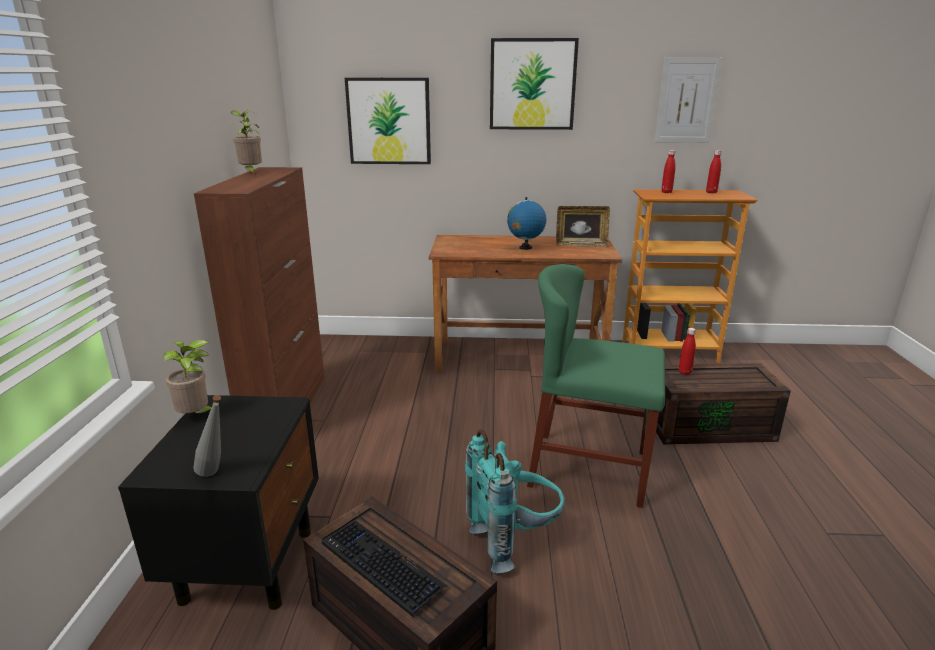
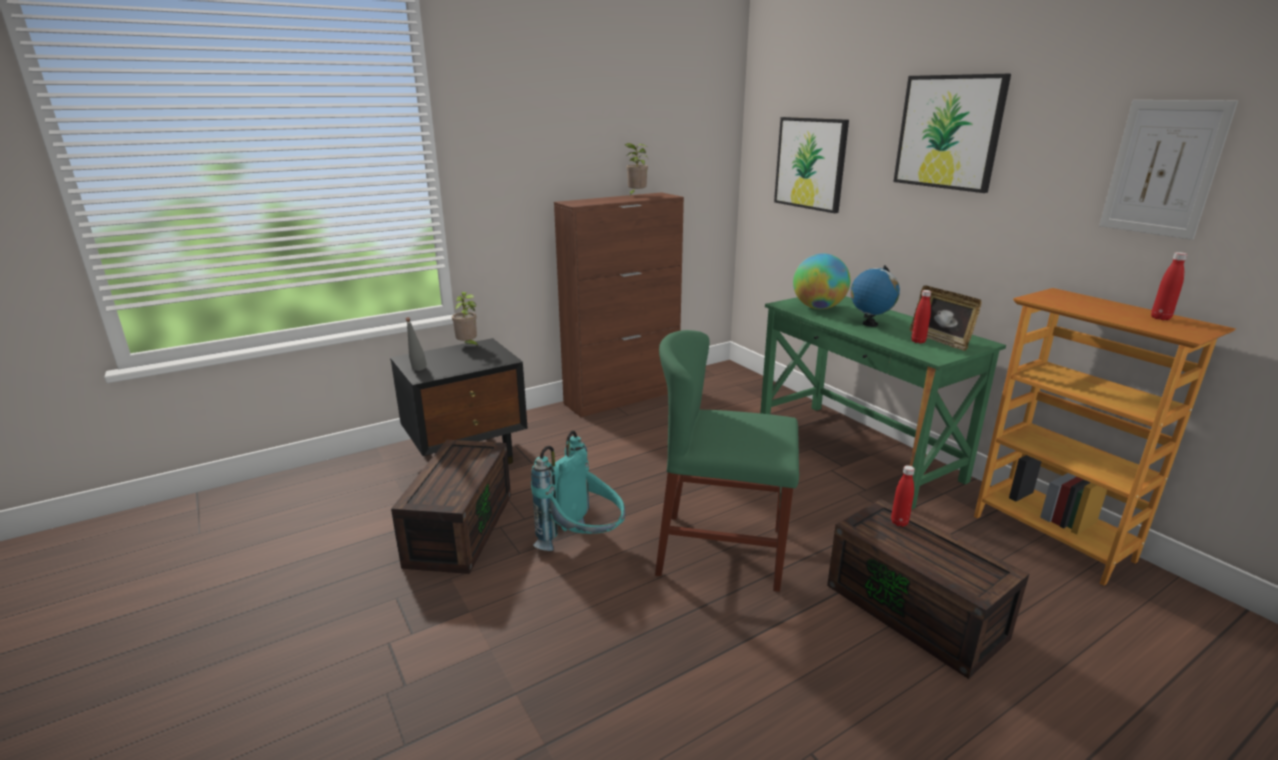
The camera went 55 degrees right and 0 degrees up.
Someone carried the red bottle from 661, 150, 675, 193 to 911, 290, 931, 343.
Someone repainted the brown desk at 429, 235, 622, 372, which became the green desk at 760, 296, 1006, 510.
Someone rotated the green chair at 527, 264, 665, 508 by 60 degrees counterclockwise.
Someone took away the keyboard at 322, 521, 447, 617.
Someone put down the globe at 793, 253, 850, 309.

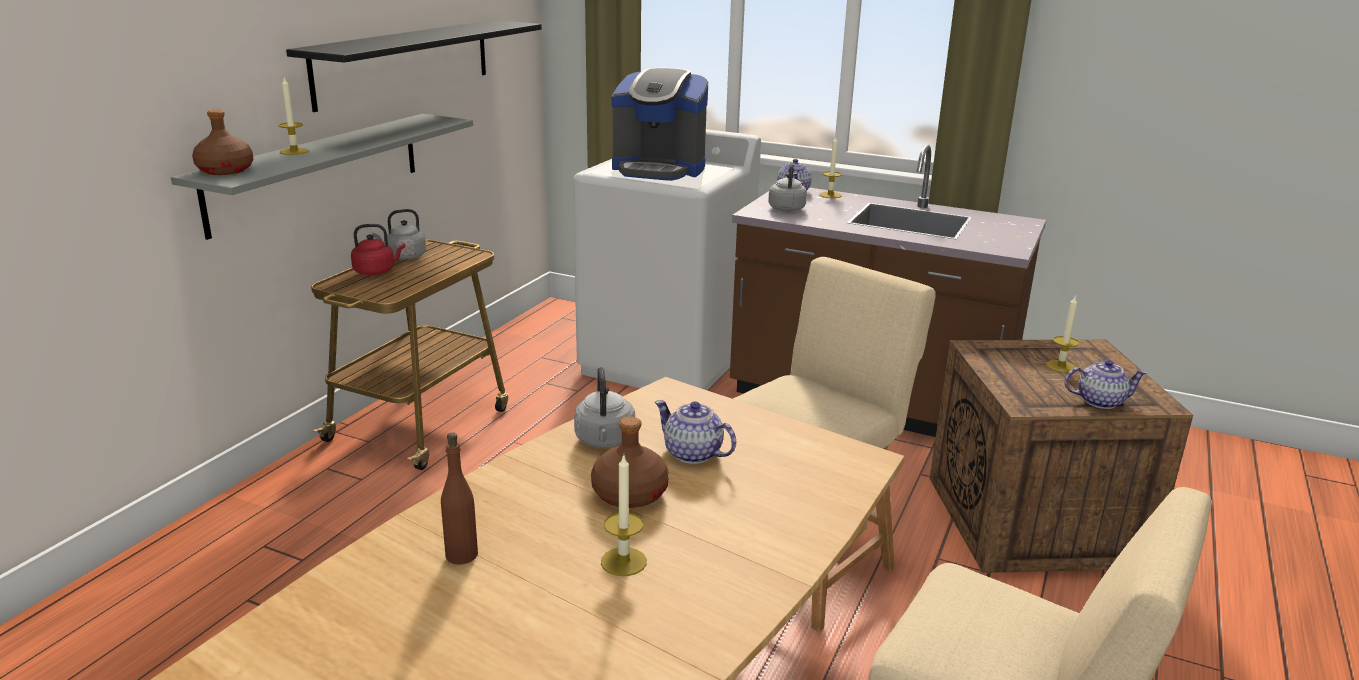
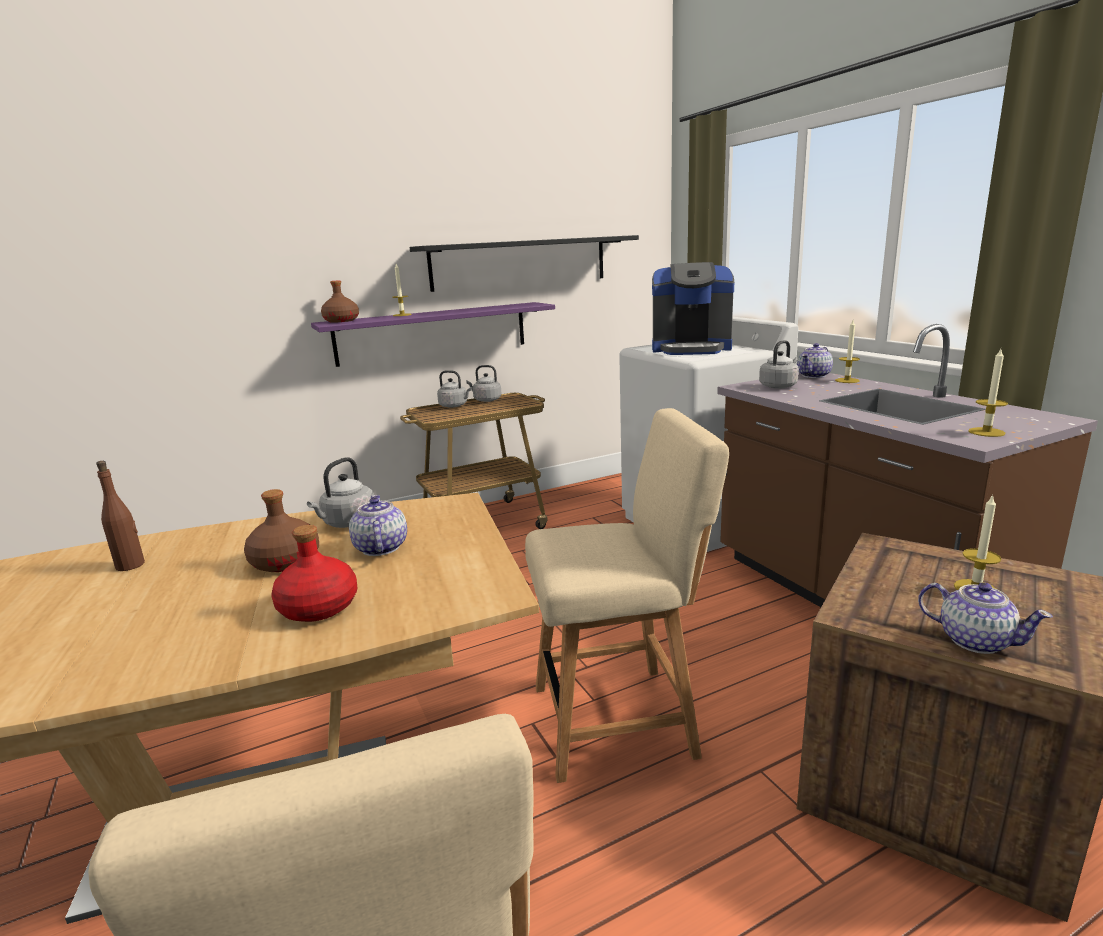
The camera went 40 degrees right and 5 degrees down.
Someone rotated the coffee machine at 612, 68, 708, 181 by 45 degrees counterclockwise.
Someone repainted the grey shelf at 171, 114, 473, 240, which became the purple shelf at 311, 302, 555, 367.
Someone repainted the red kettle at 351, 224, 405, 275, which became the grey kettle at 437, 370, 472, 408.
Someone carried the candle from 601, 455, 647, 576 to 968, 349, 1008, 437.
Someone put down the red bottle at 271, 525, 358, 622.

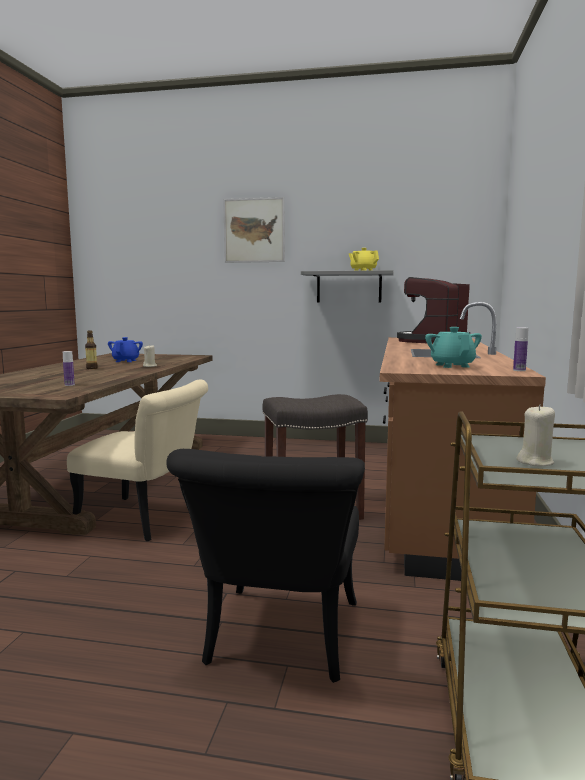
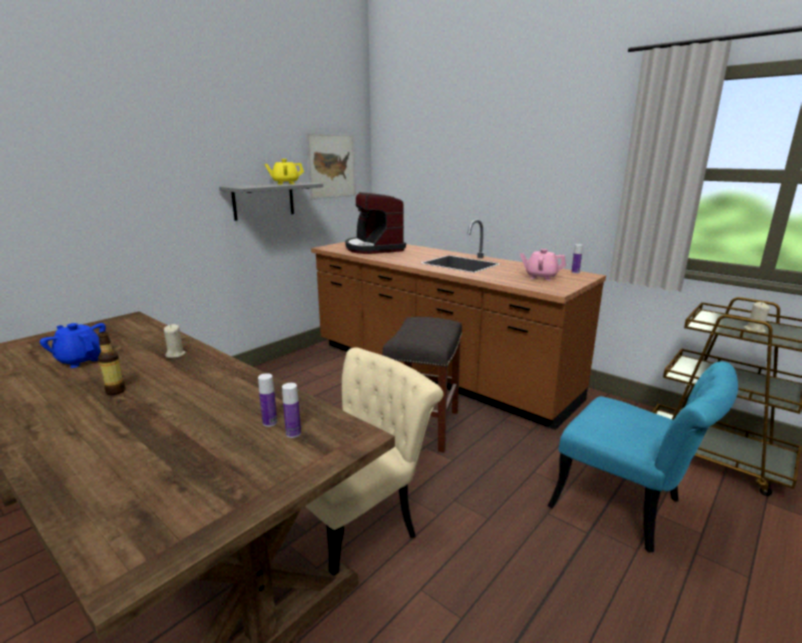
The camera went 60 degrees left and 10 degrees up.
Someone carried the picture from 223, 197, 285, 263 to 306, 133, 356, 200.
Someone repainted the turquoise teapot at 425, 327, 482, 368, which became the pink teapot at 520, 249, 566, 280.
Someone repainted the black chair at 166, 449, 365, 683, which became the turquoise chair at 548, 362, 738, 553.
Someone put down the bottle at 282, 383, 301, 438.

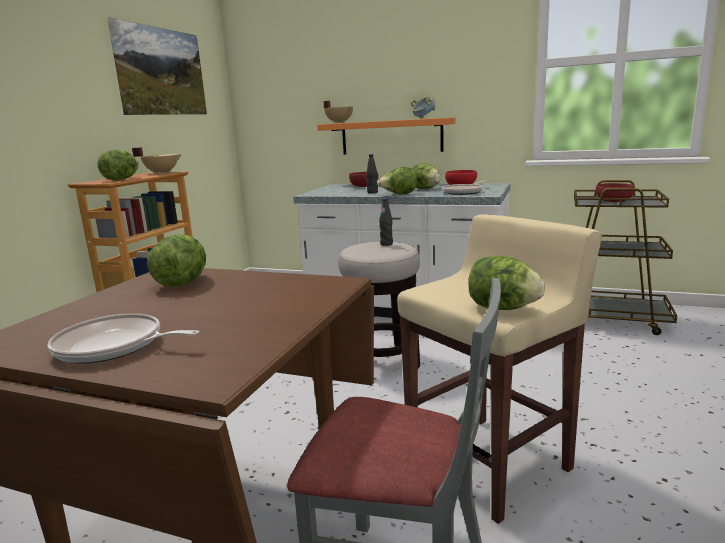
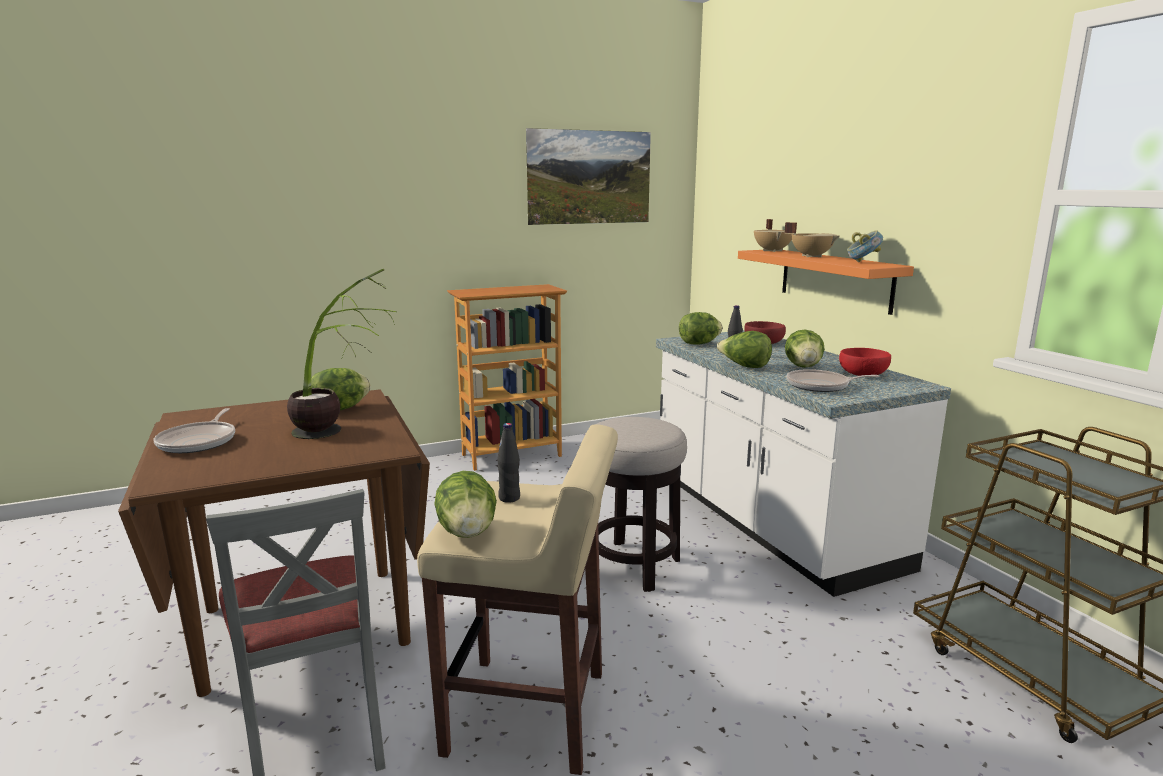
The camera went 45 degrees right and 0 degrees up.
Someone carried the beige cooking pot from 132, 147, 182, 174 to 785, 222, 840, 257.
Someone carried the lettuce from 97, 150, 139, 180 to 679, 312, 723, 345.
Someone took away the red bowl at 596, 183, 635, 202.
Someone carried the black bottle from 379, 198, 393, 246 to 497, 423, 520, 503.
Someone rotated the frying pan at 47, 313, 200, 363 by 150 degrees counterclockwise.
Someone put down the potted plant at 287, 269, 397, 439.

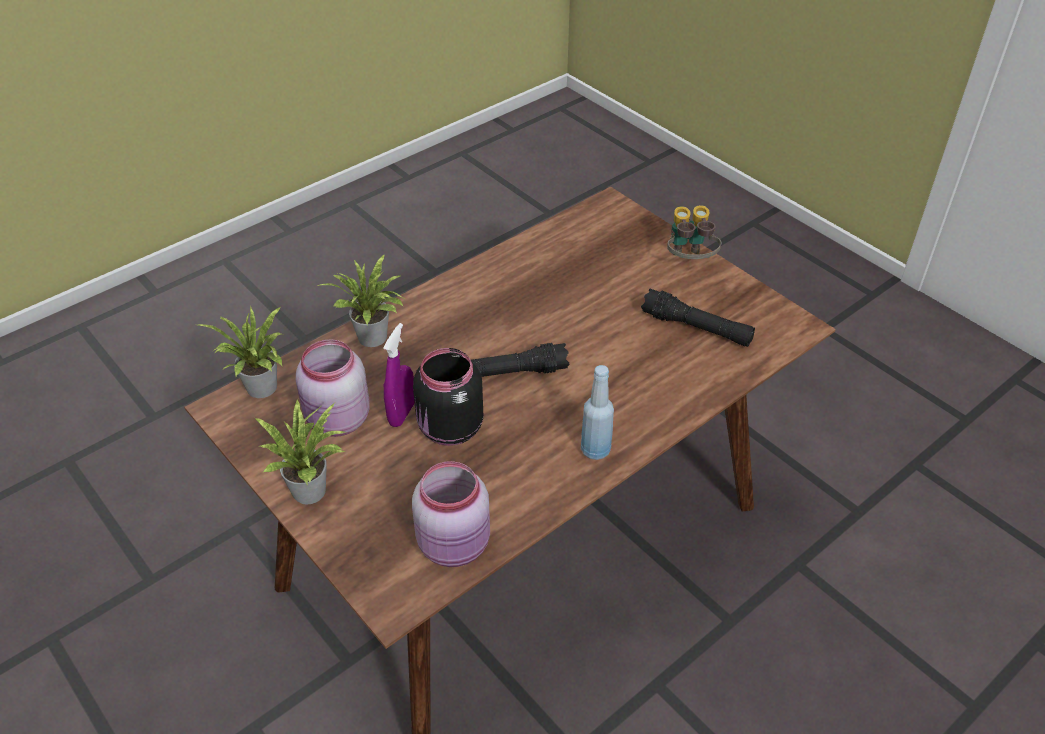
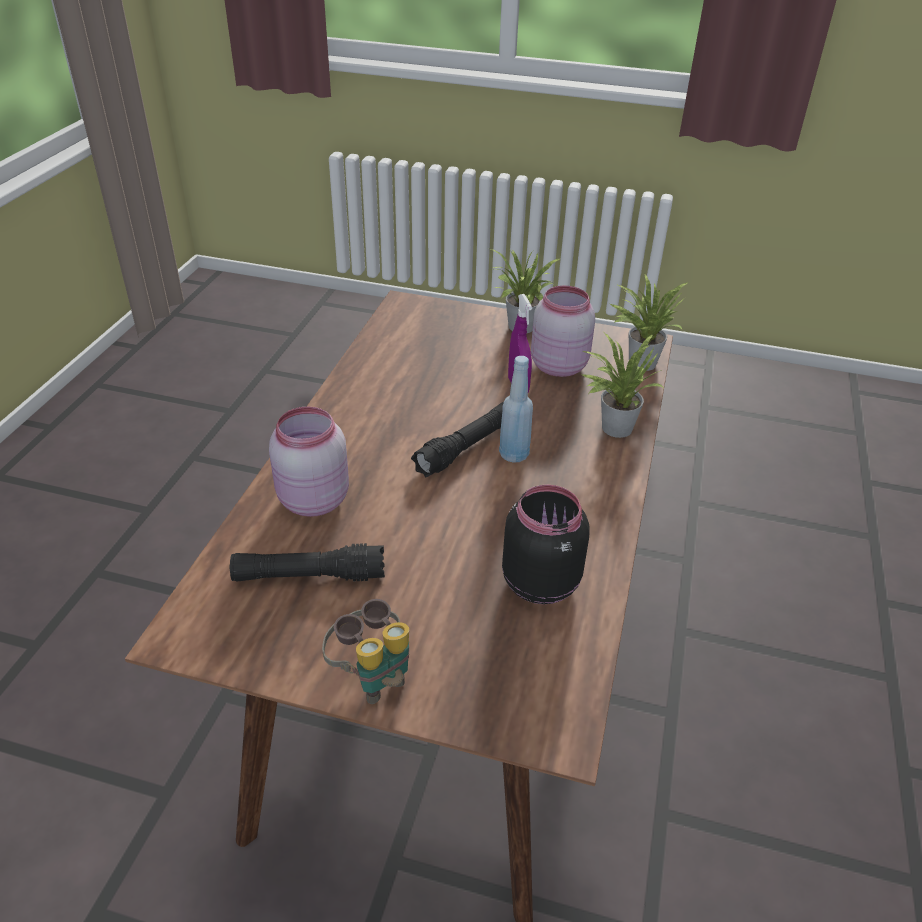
The camera went 145 degrees right and 5 degrees down.
Someone carried the black jar from 413, 348, 484, 446 to 502, 485, 590, 604.
Someone carried the blue bottle from 581, 365, 614, 460 to 499, 356, 533, 463.
Someone carried the pink jar from 412, 461, 490, 567 to 269, 407, 349, 517.

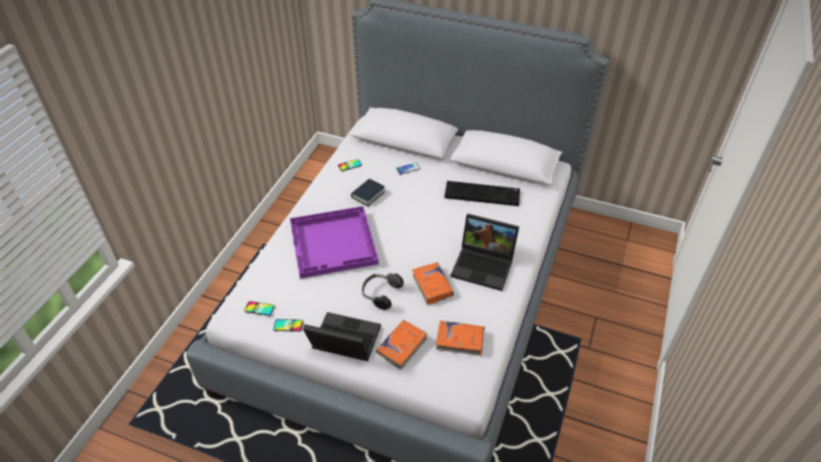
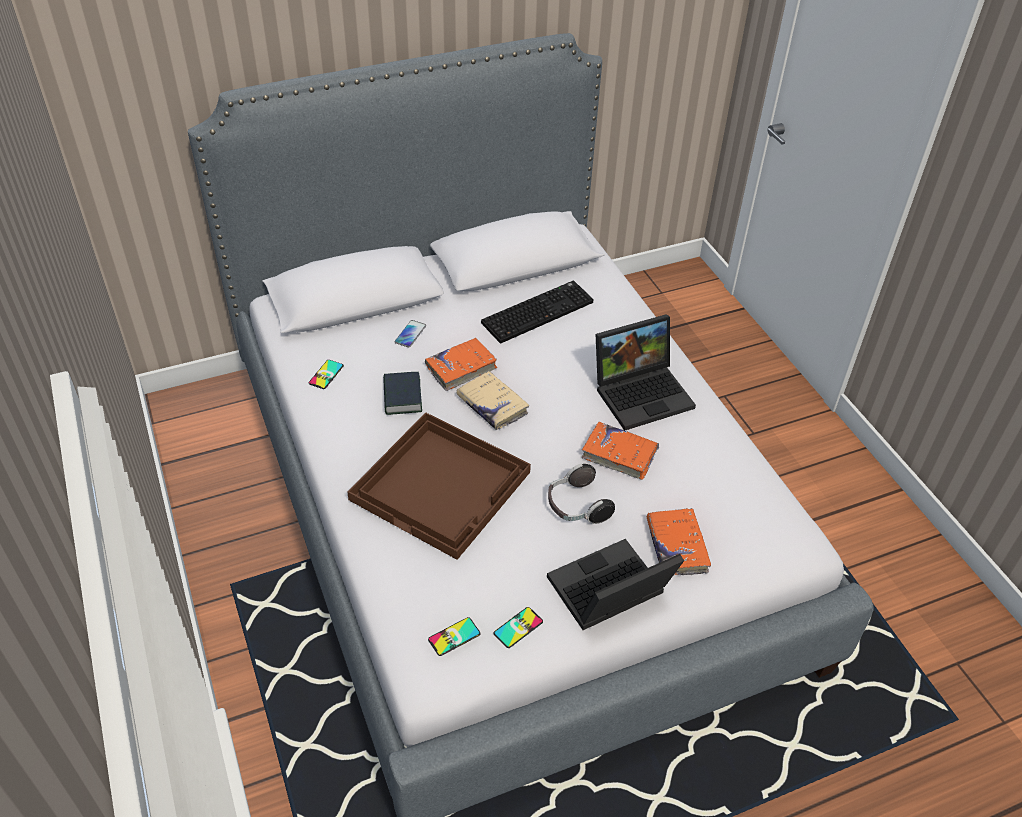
The camera went 45 degrees left and 0 degrees up.
Someone repainted the purple tray at 290, 206, 379, 279, which became the brown tray at 347, 412, 531, 560.
Someone carried the orange book from 436, 321, 485, 356 to 425, 338, 497, 391.
Someone put down the beige book at 456, 371, 529, 430.

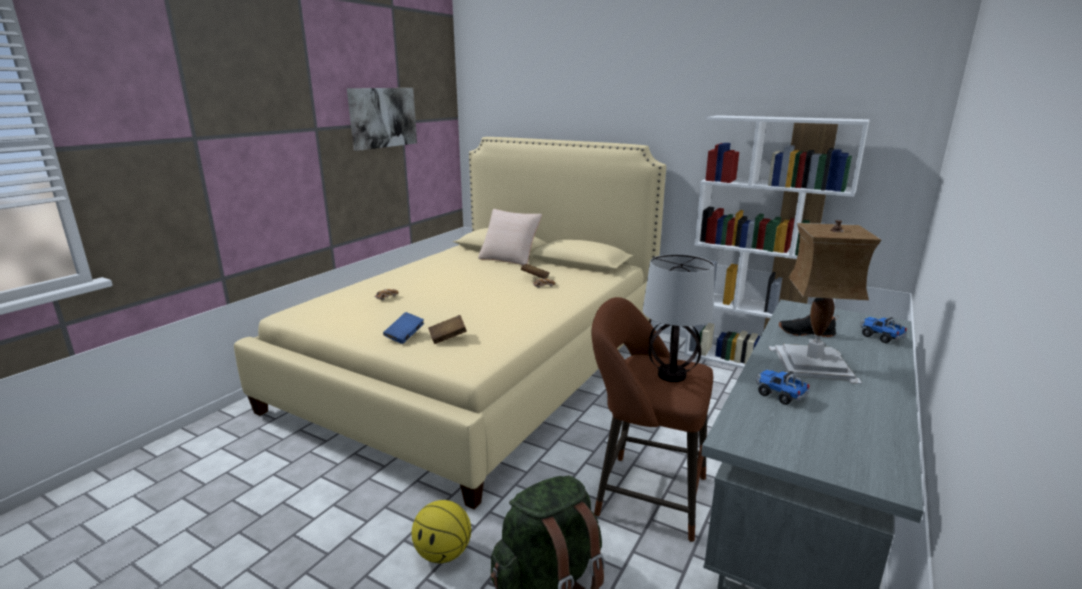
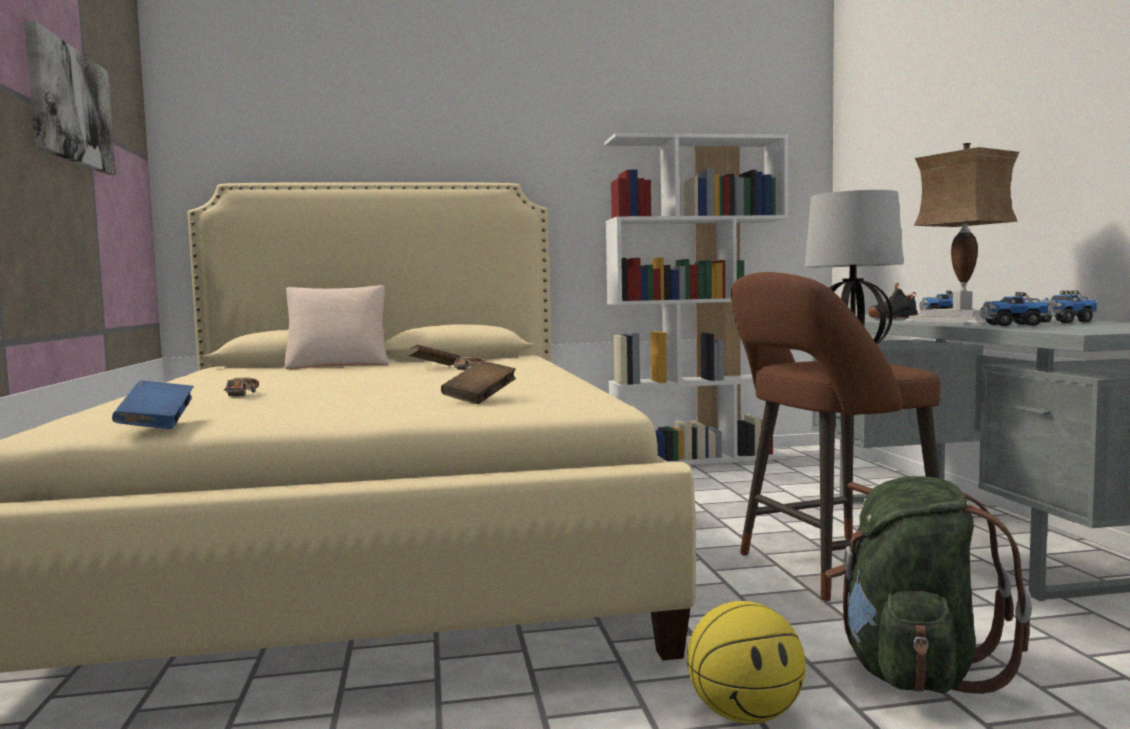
The camera went 40 degrees left and 15 degrees down.
Someone carried the blue book from 383, 312, 424, 344 to 112, 381, 194, 429.
Someone put down the toy truck at 1041, 290, 1097, 323.

